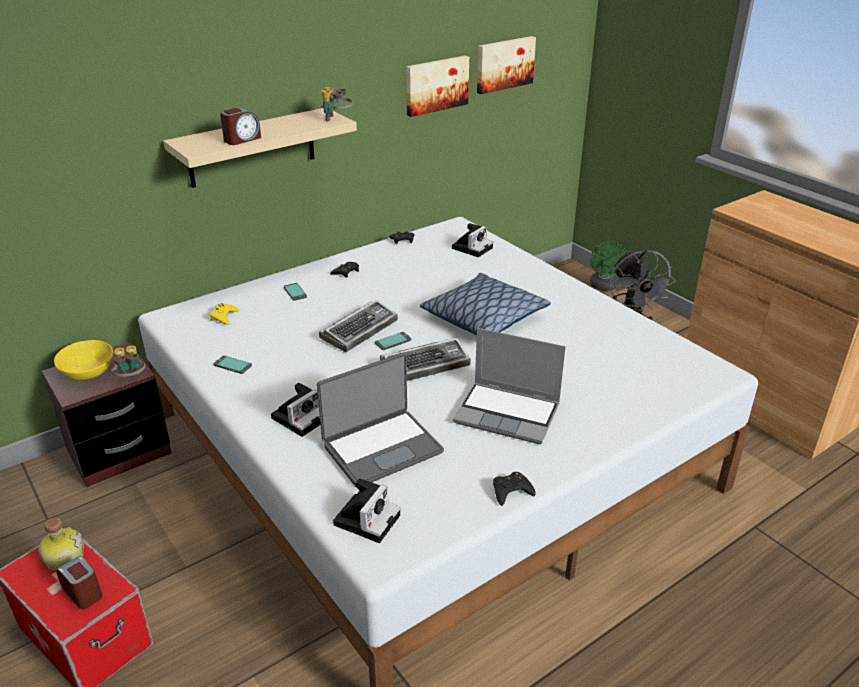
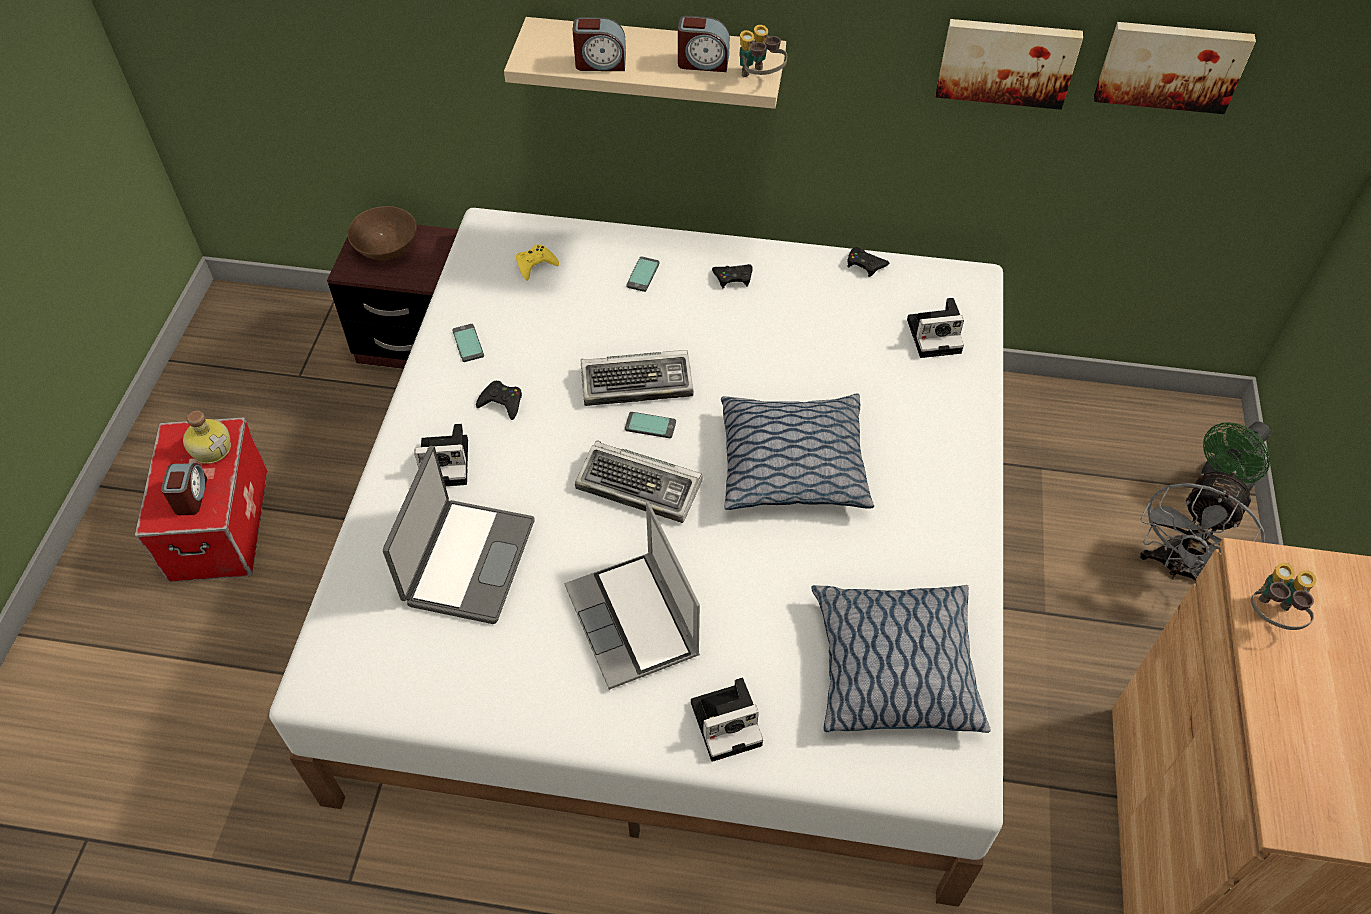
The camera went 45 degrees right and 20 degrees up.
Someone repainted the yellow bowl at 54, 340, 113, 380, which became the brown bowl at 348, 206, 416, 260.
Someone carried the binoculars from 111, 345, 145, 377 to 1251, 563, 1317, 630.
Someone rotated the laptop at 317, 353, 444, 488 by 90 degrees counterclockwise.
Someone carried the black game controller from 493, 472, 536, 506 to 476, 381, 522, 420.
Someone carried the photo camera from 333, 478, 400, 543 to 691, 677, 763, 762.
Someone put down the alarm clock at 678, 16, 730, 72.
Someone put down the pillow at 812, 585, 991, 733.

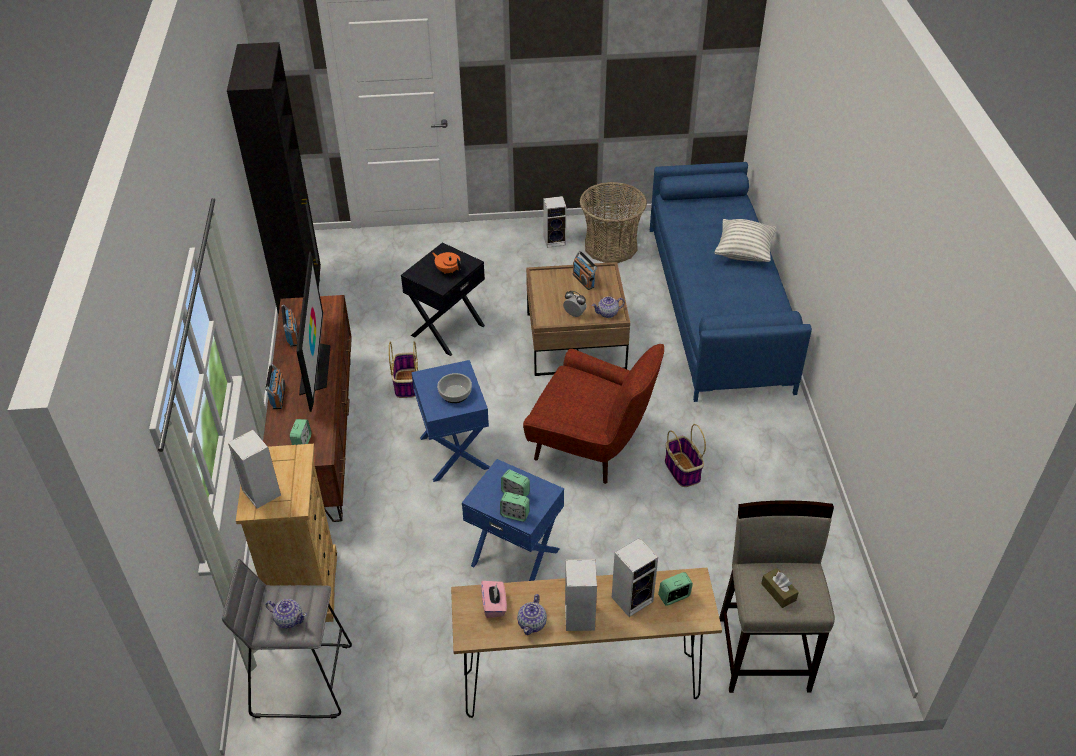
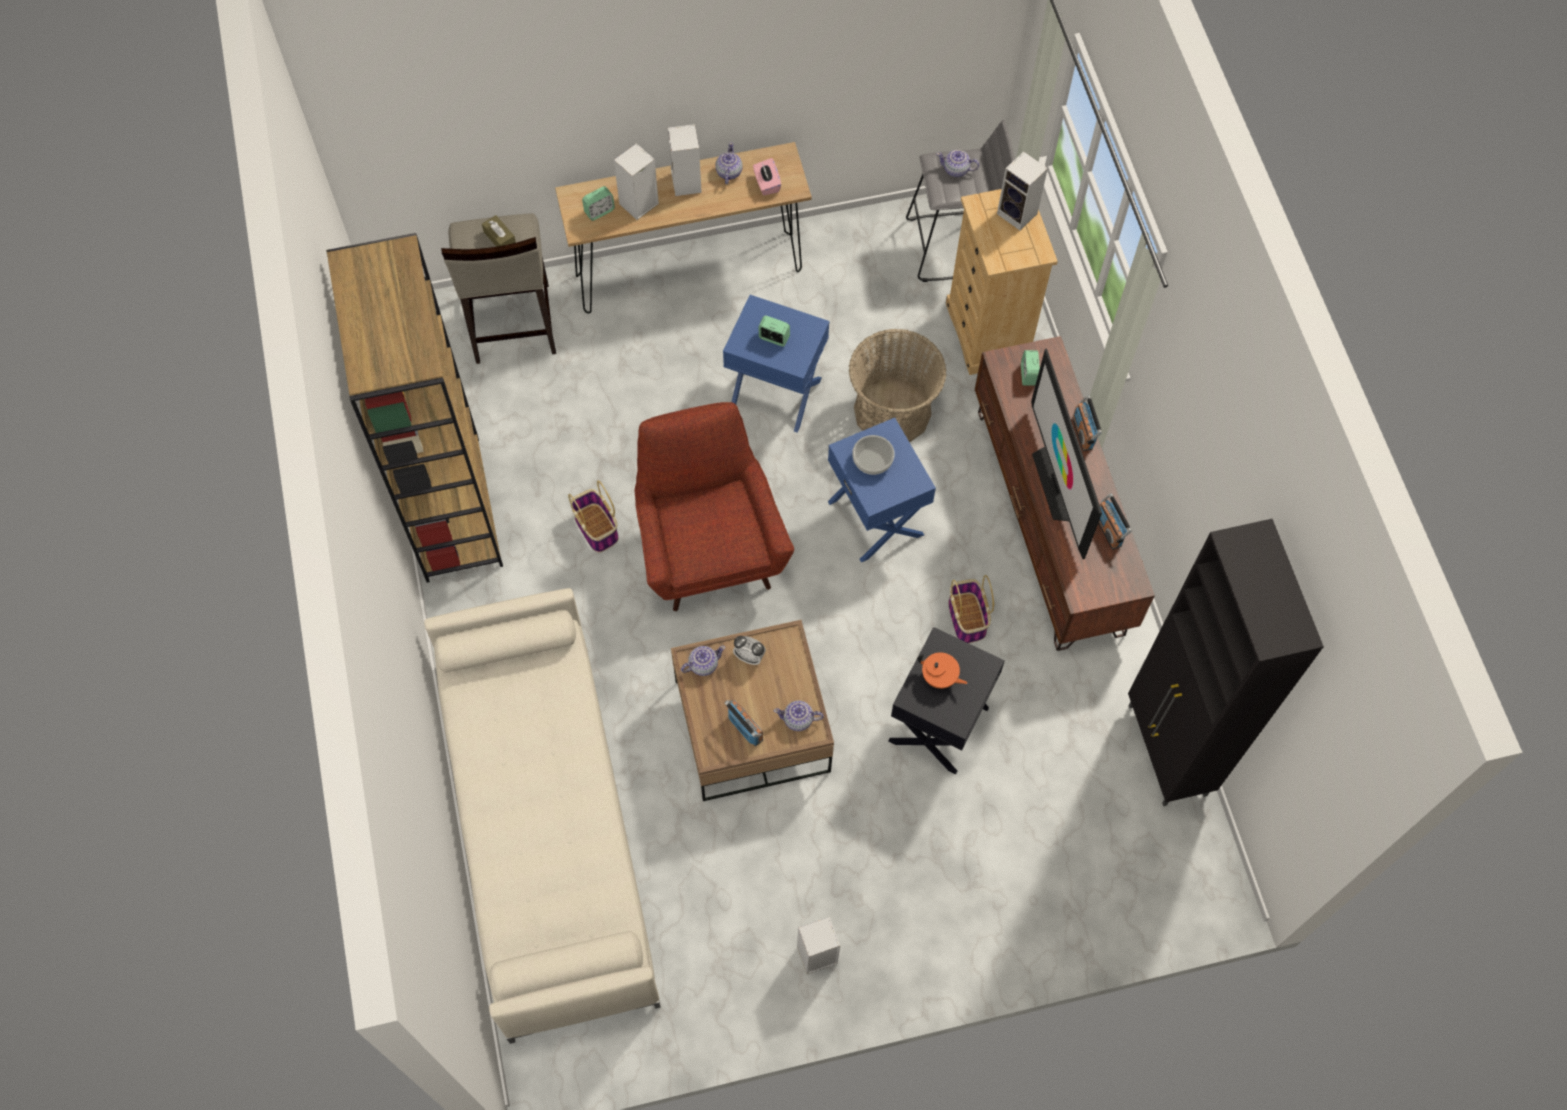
The camera went 170 degrees right and 20 degrees up.
Someone repainted the blue sofa at 650, 162, 812, 402, which became the beige sofa at 424, 588, 661, 1044.
Someone carried the basket from 580, 182, 647, 263 to 849, 329, 946, 442.
Someone took away the pillow at 715, 219, 777, 262.
Someone rotated the red armchair at 523, 344, 664, 484 by 60 degrees clockwise.
Someone took away the alarm clock at 500, 492, 530, 522.
Someone put down the brown bookcase at 326, 233, 503, 583.
Someone put down the teapot at 774, 700, 824, 731.

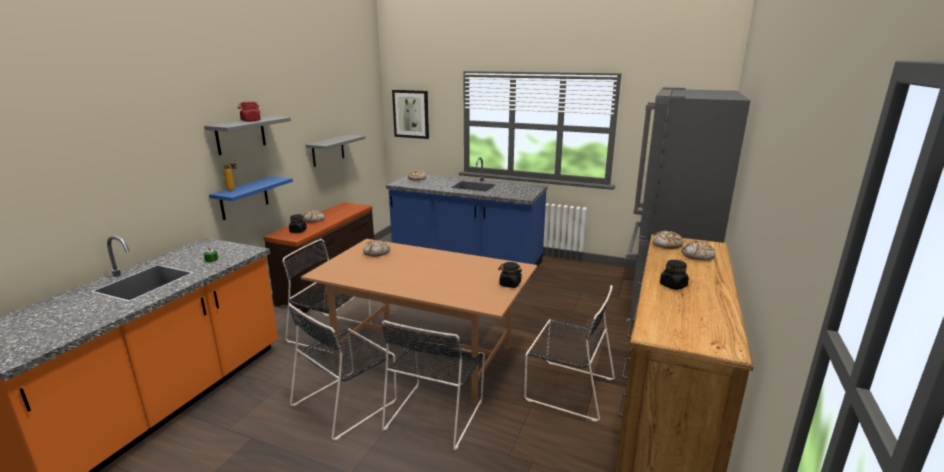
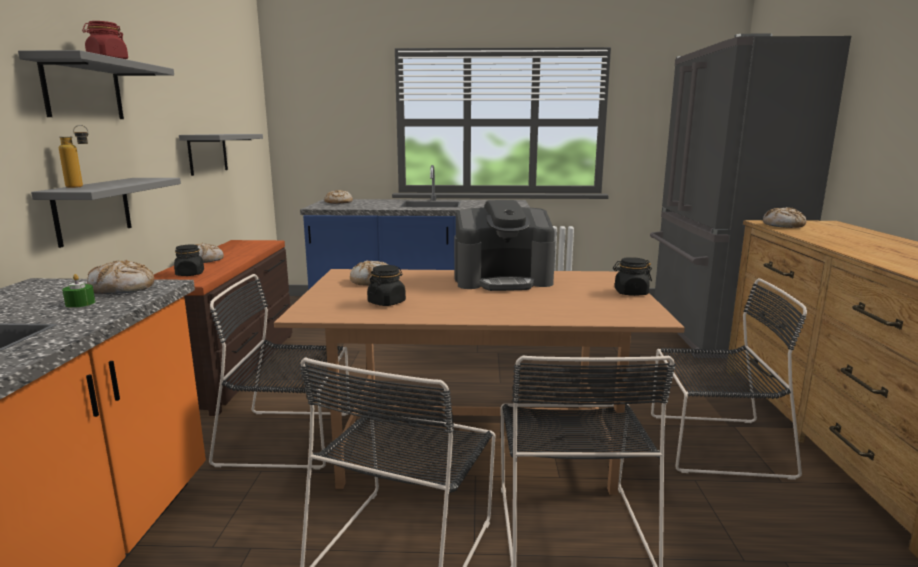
The camera went 20 degrees left and 5 degrees down.
Someone took away the picture at 392, 90, 429, 139.
Someone repainted the blue shelf at 209, 176, 293, 220, which became the grey shelf at 31, 178, 181, 248.
Someone carried the bread from 681, 241, 715, 261 to 87, 260, 154, 294.
Someone carried the black jar from 660, 260, 689, 290 to 367, 265, 406, 306.
Someone put down the coffee machine at 454, 200, 555, 291.

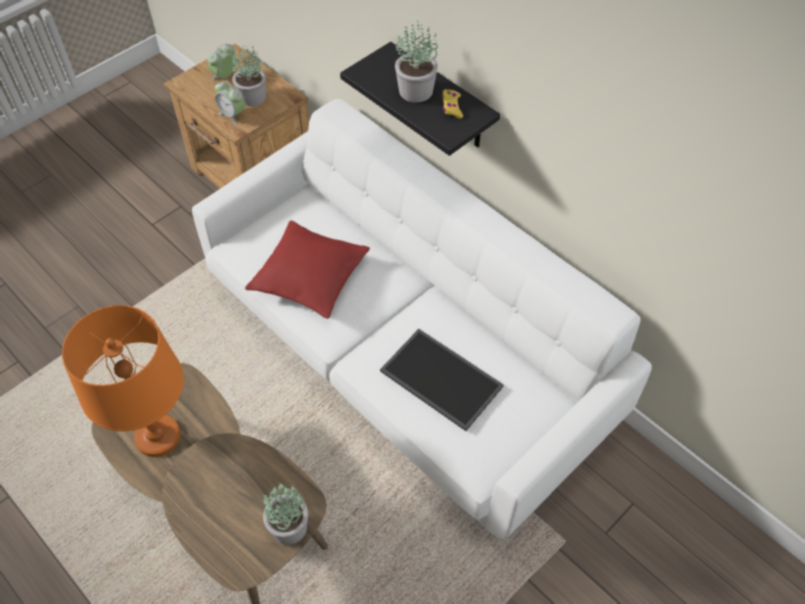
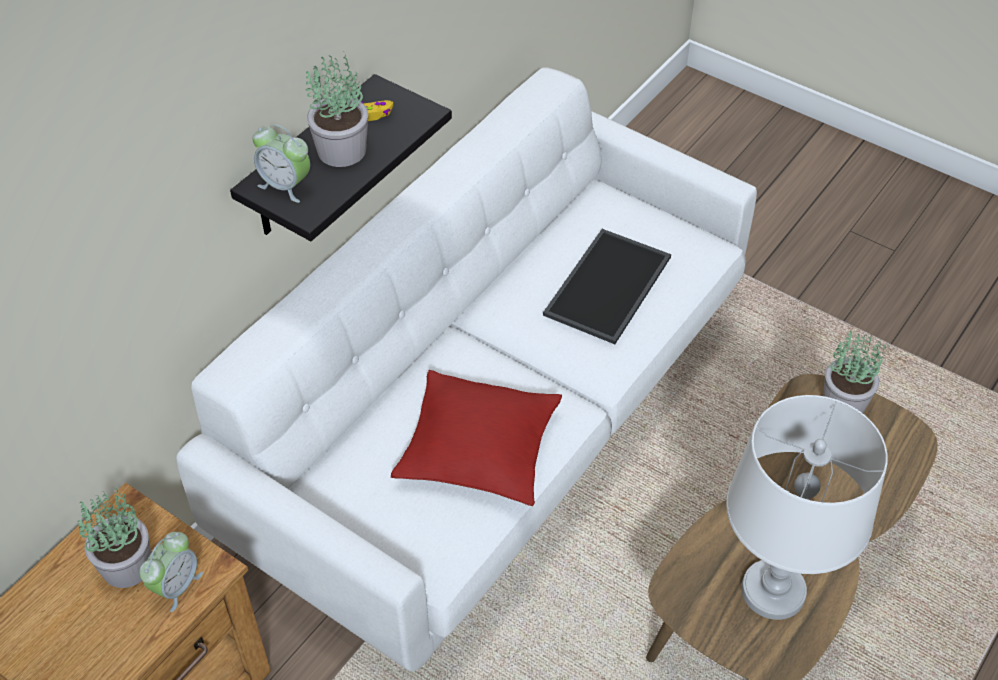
The camera went 100 degrees left and 5 degrees down.
Someone carried the alarm clock from 208, 44, 236, 81 to 253, 124, 310, 203.
Someone repainted the orange table lamp at 62, 305, 184, 457, which became the white table lamp at 726, 395, 888, 620.

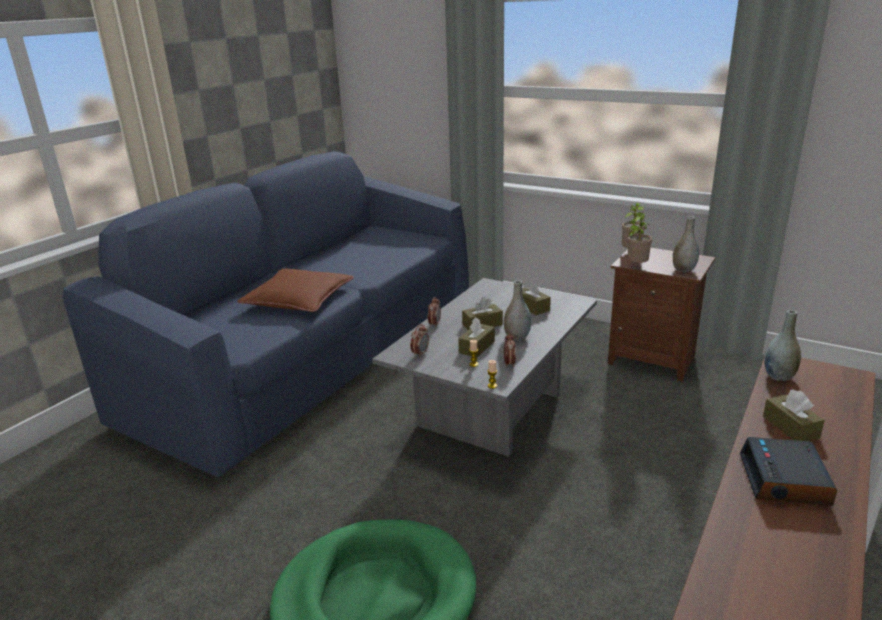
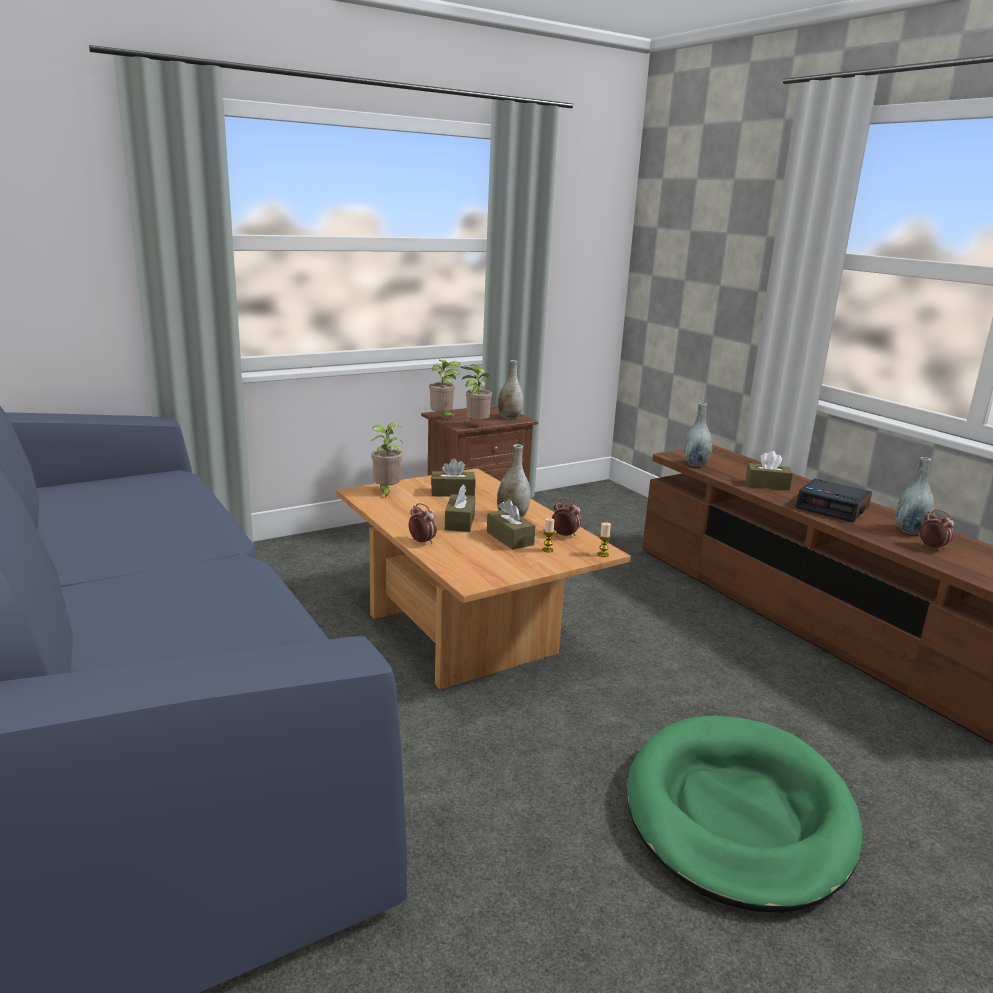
The camera went 65 degrees left and 5 degrees down.
Someone took away the brown pillow at 237, 269, 354, 312.
Someone repainted the grey coffee table at 372, 278, 597, 457, which became the brown coffee table at 336, 468, 631, 689.
Someone carried the alarm clock from 410, 324, 429, 358 to 920, 510, 954, 551.
Someone put down the potted plant at 371, 423, 403, 498.
Someone put down the grey vase at 896, 457, 935, 534.

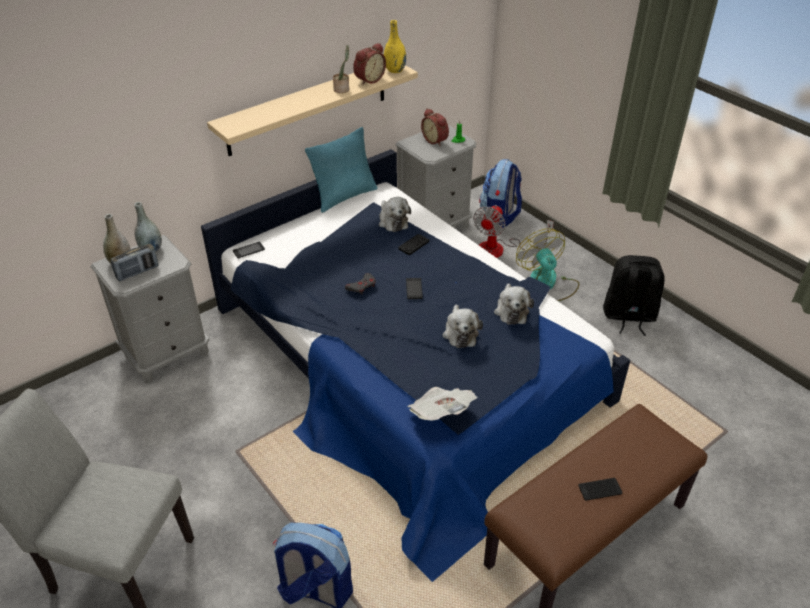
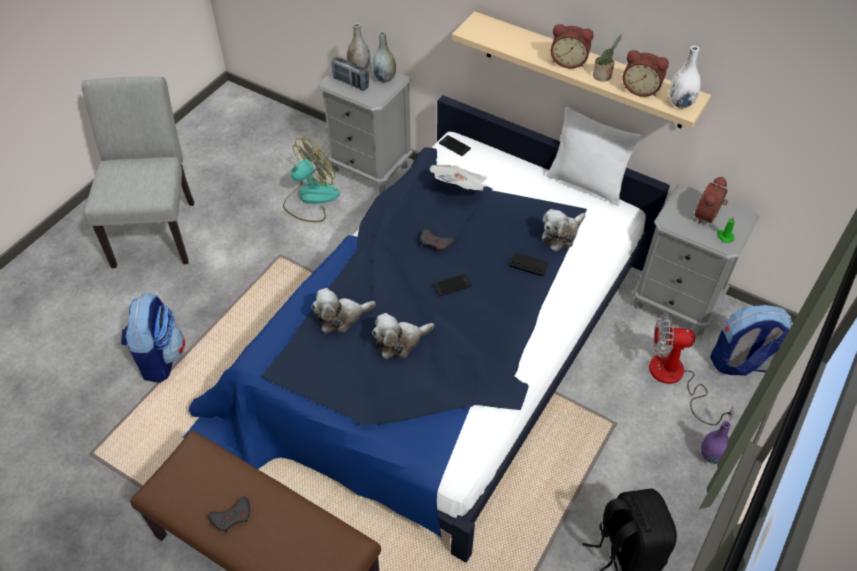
The camera went 70 degrees right and 10 degrees up.
Someone repainted the yellow vase at 384, 20, 406, 73, which became the white vase at 669, 46, 701, 108.
Someone repainted the turquoise pillow at 305, 127, 378, 213, which became the white pillow at 546, 107, 642, 206.
Someone carried the fan from 516, 228, 579, 301 to 283, 137, 340, 222.
Someone carried the plush toy from 494, 283, 534, 325 to 311, 288, 376, 333.
Someone carried the newspaper from 407, 387, 477, 420 to 430, 165, 487, 191.
Someone swapped the phone at 578, 478, 622, 501 for the grey game controller at 208, 496, 250, 532.
Someone put down the alarm clock at 551, 24, 594, 69.
Someone put down the purple vase at 701, 421, 731, 464.

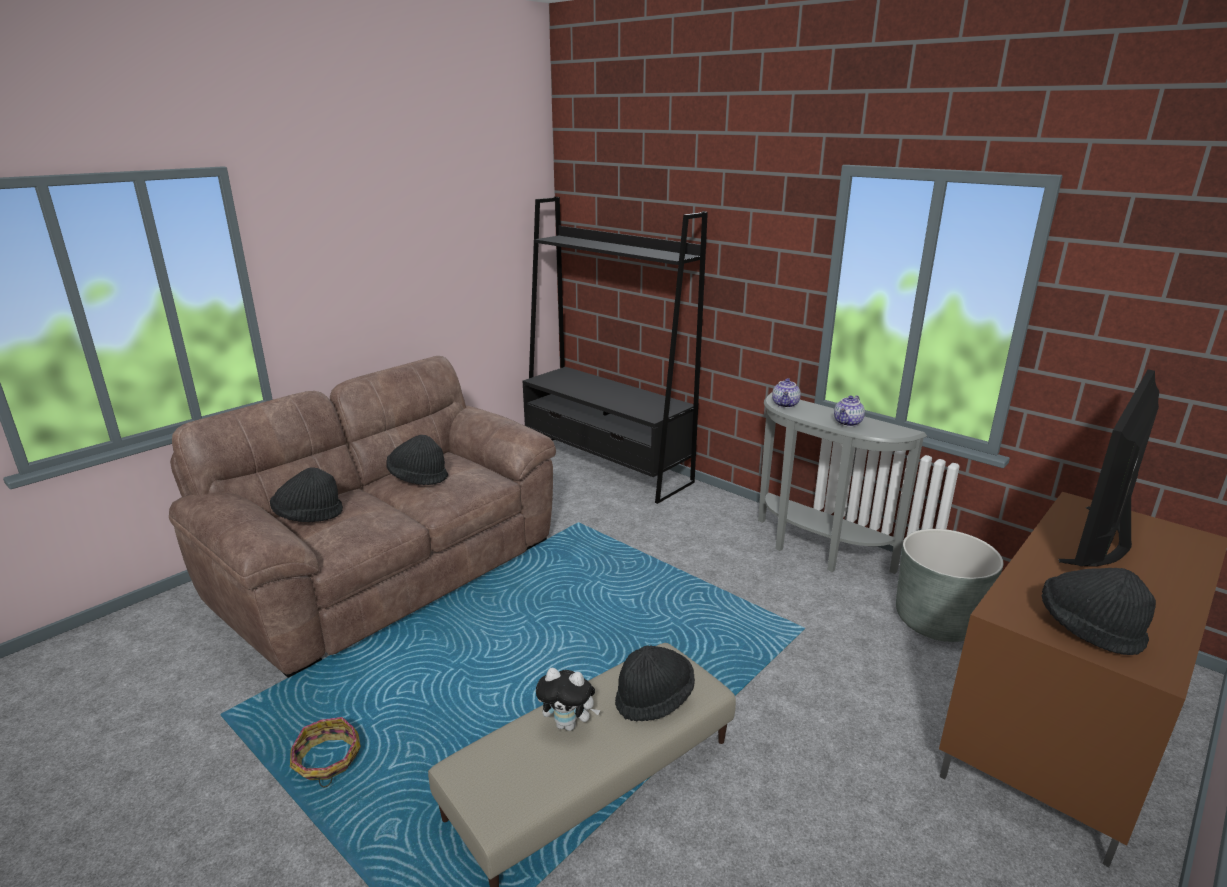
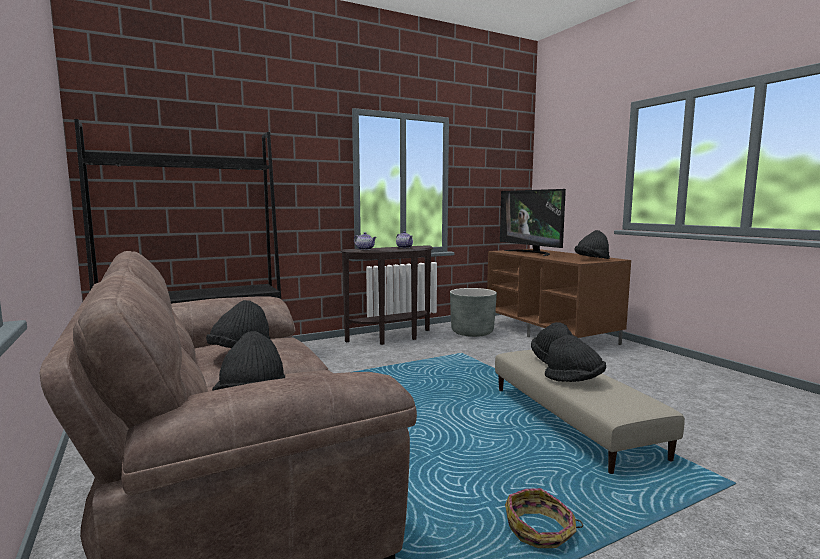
The camera went 70 degrees left and 15 degrees down.
Someone repainted the grey console table at 758, 393, 927, 574, which became the brown console table at 340, 245, 433, 345.
Someone swapped the plush toy at 536, 668, 600, 731 for the black hat at 545, 335, 606, 382.

